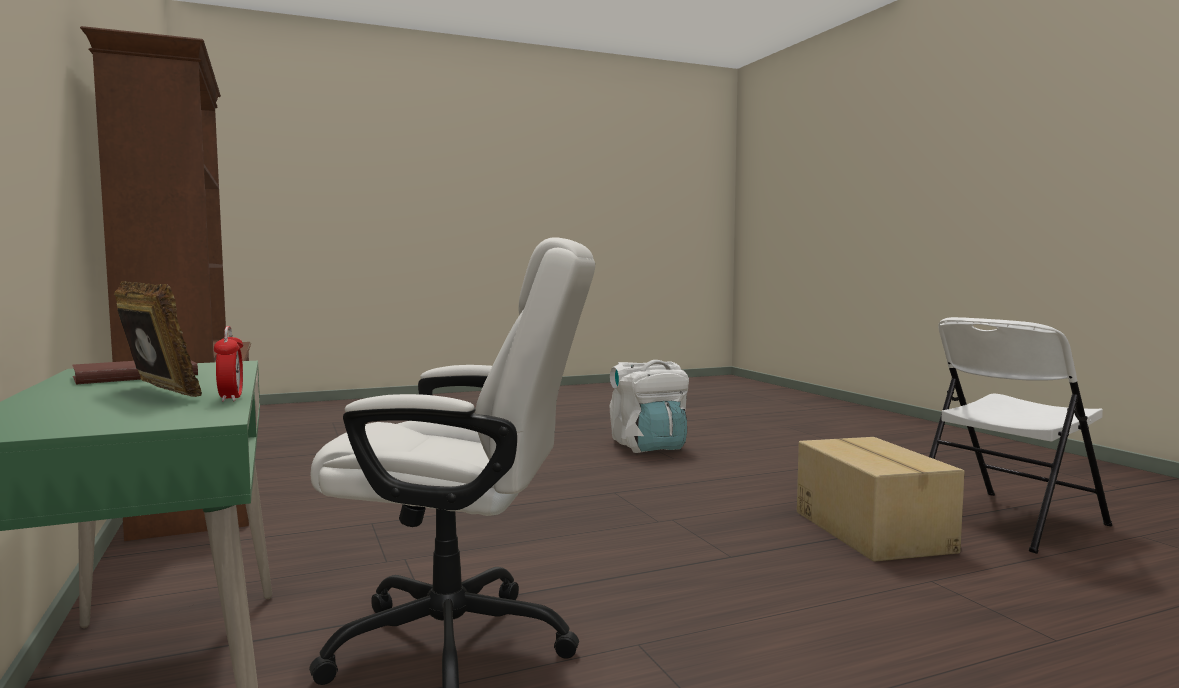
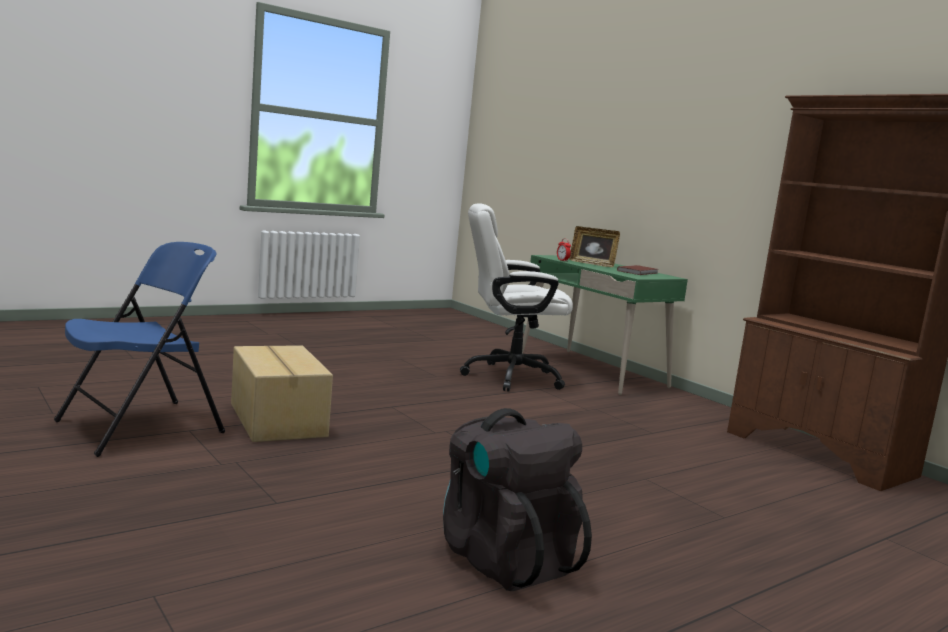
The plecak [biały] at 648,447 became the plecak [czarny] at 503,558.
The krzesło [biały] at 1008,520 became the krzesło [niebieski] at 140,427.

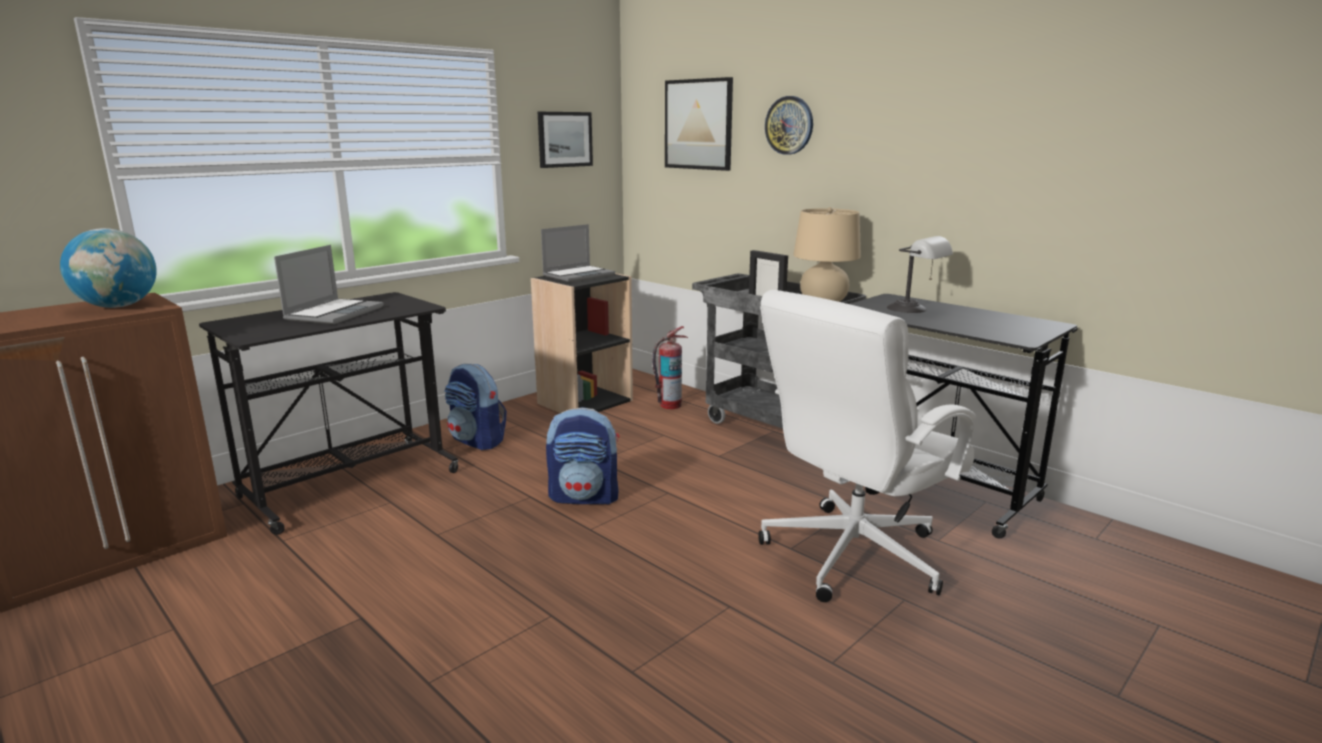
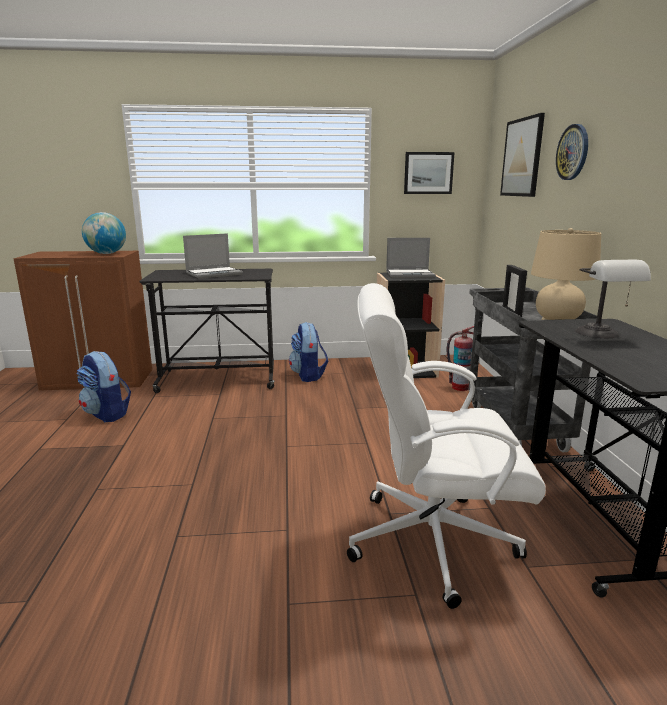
The plecak moved from 585,497 to 107,414.

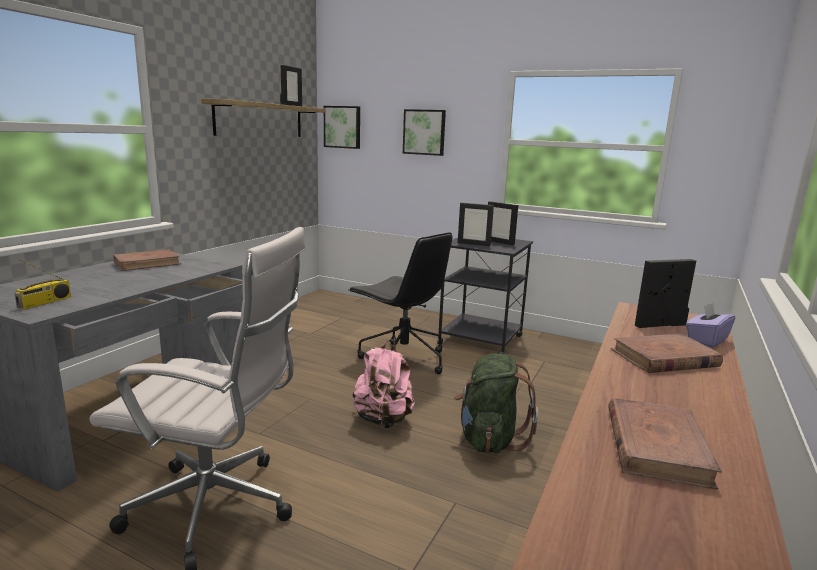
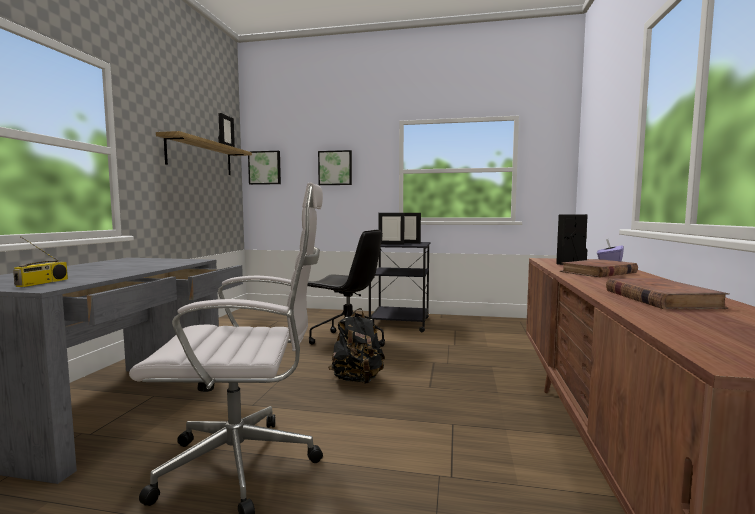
The książka [brązowy] at 147,263 disappeared.
The plecak [różowy] at 383,419 became the plecak [czarny] at 357,380.
The plecak [zielony] at 489,439 disappeared.

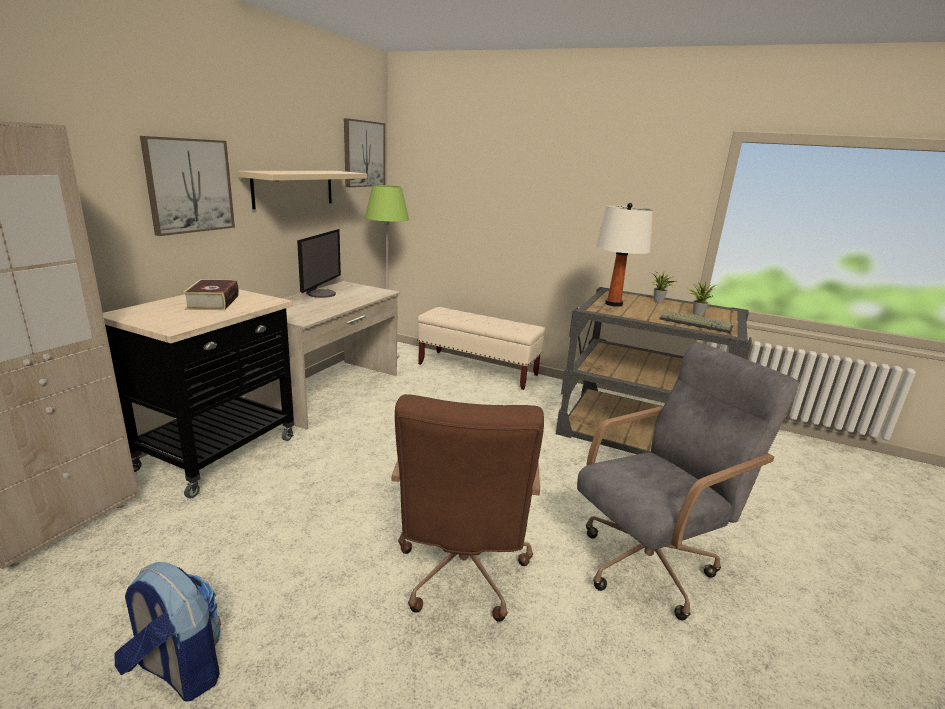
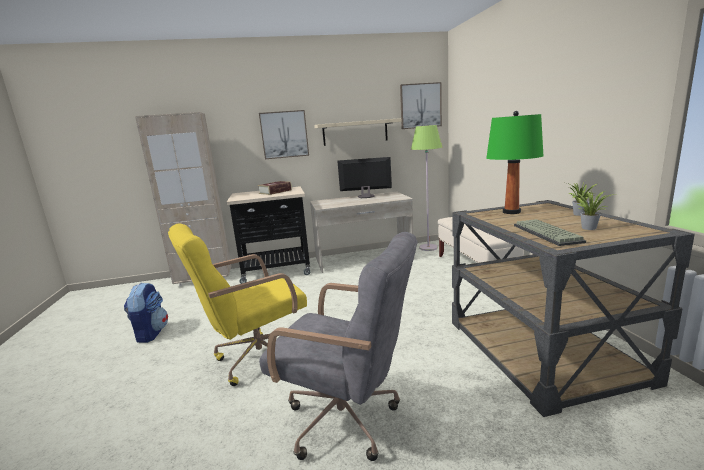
The monitor at 321,294 turned 150 degrees counterclockwise.
The krzesło biurowe [brązowy] at 461,578 became the krzesło biurowe [żółty] at 255,361.
The lampa stołowa [biały] at 613,304 became the lampa stołowa [zielony] at 511,212.

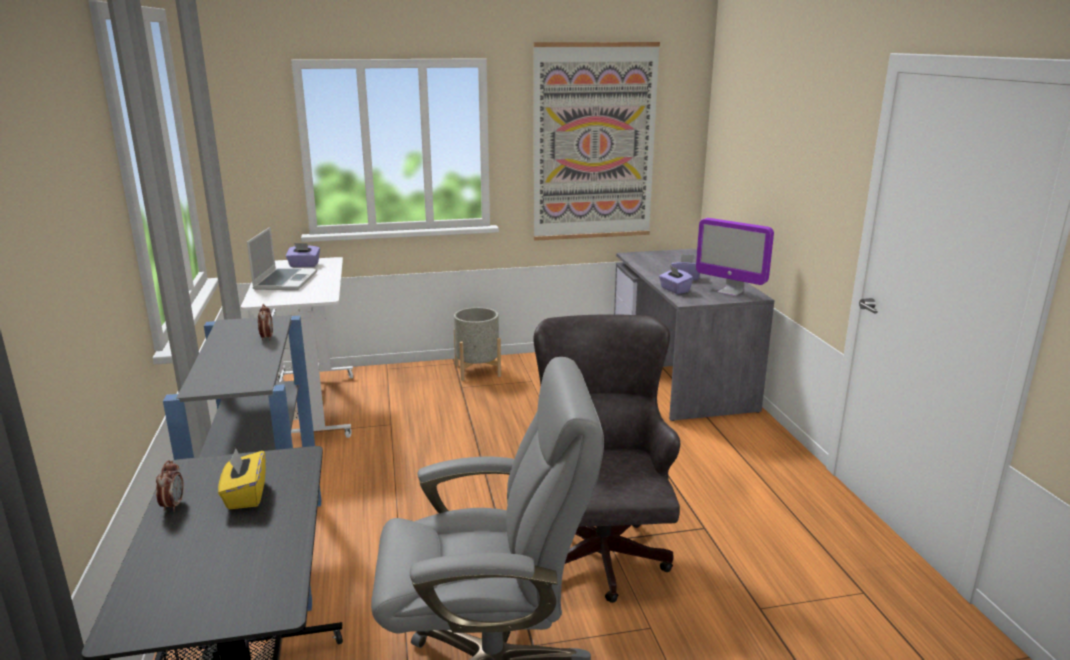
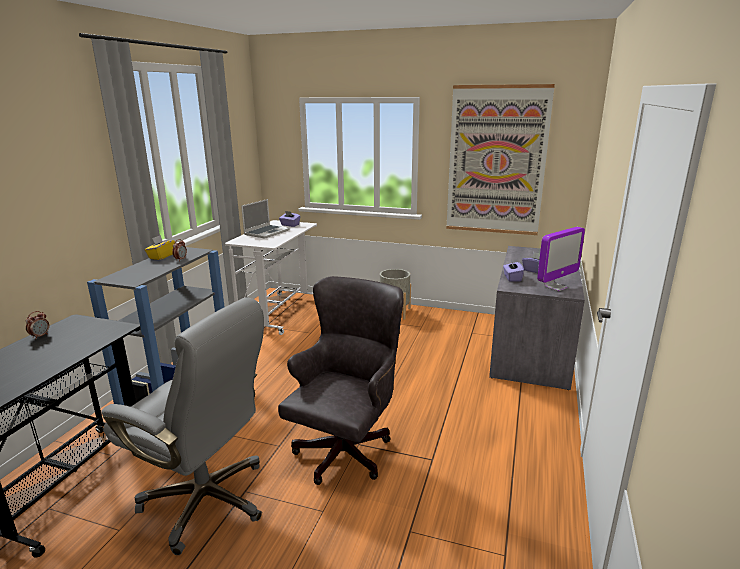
The pudełko chusteczek [żółty] moved from 245,495 to 161,256.
The monitor at 730,292 turned 105 degrees counterclockwise.

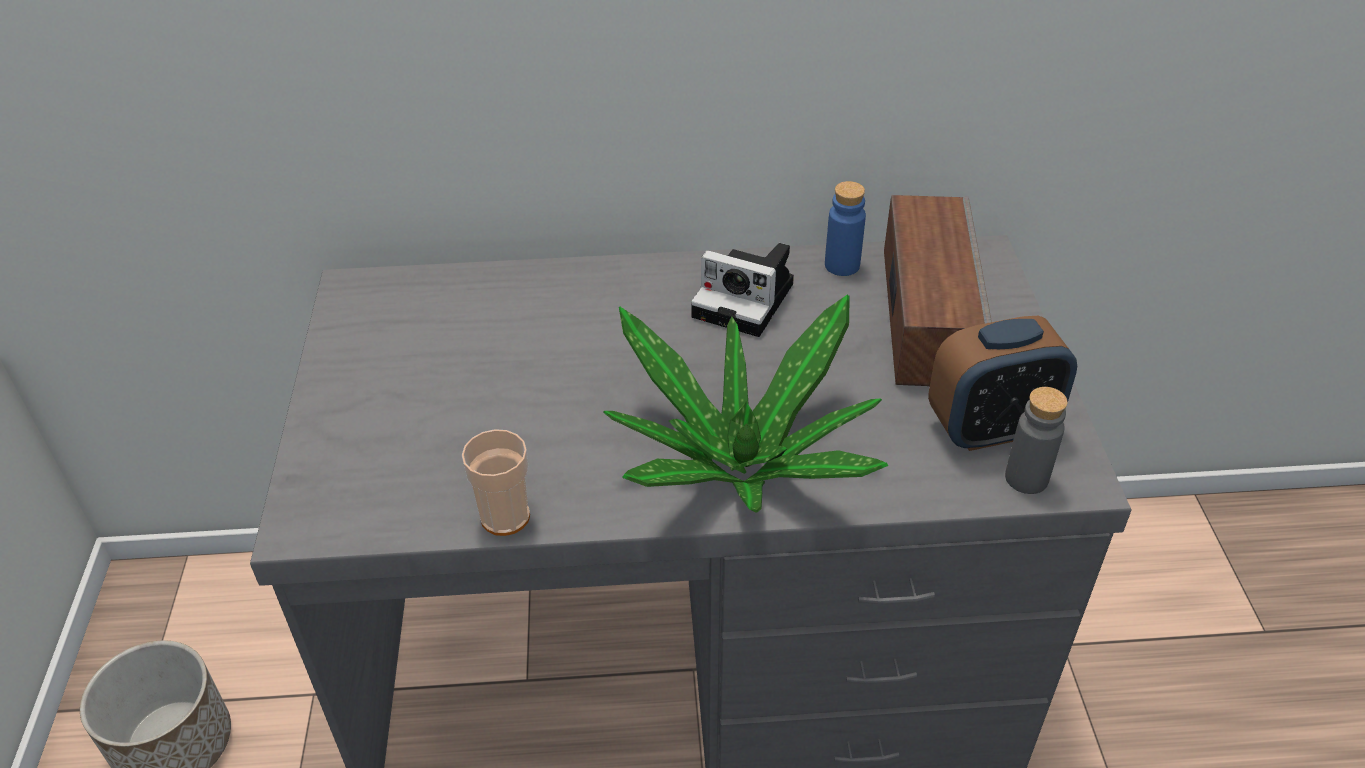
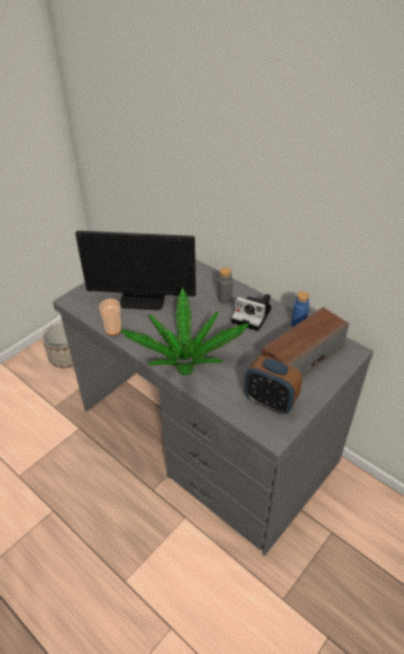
The aparat fotograficzny at 747,300 turned 45 degrees counterclockwise.
The butelka [szary] moved from 1026,478 to 224,299.
The monitor at 142,299 appeared.

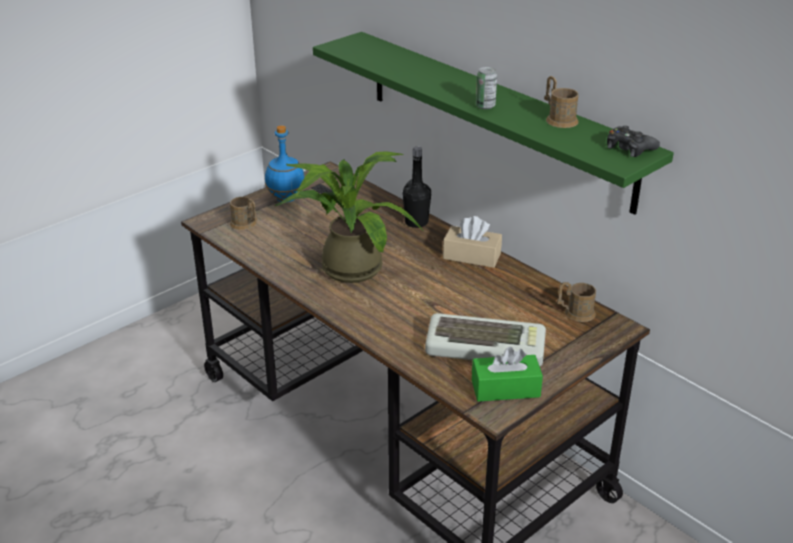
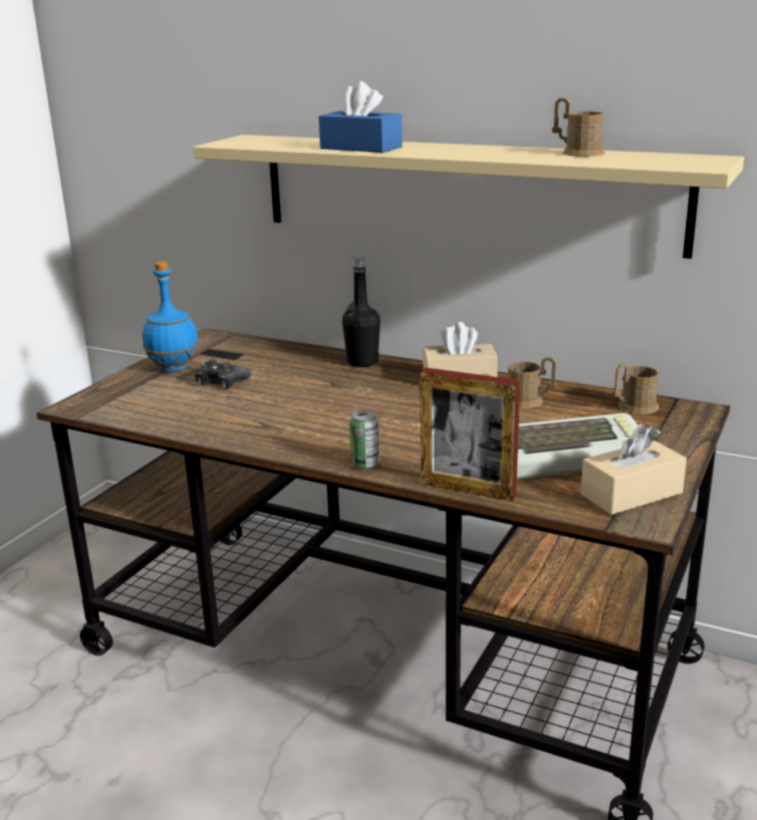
The kubek [brązowy] moved from 245,224 to 529,401.
The roślina doniczkowa at 347,265 disappeared.
The półka [zielony] at 495,117 became the półka [beżowy] at 463,192.
The pudełko chusteczek [zielony] at 505,388 became the pudełko chusteczek [beżowy] at 631,494.
The puszka moved from 485,106 to 365,464.
The pad do gier [czarny] moved from 629,148 to 221,381.
The pudełko chusteczek [niebieski] at 361,148 appeared.
The ramka na zdjęcie at 468,489 appeared.

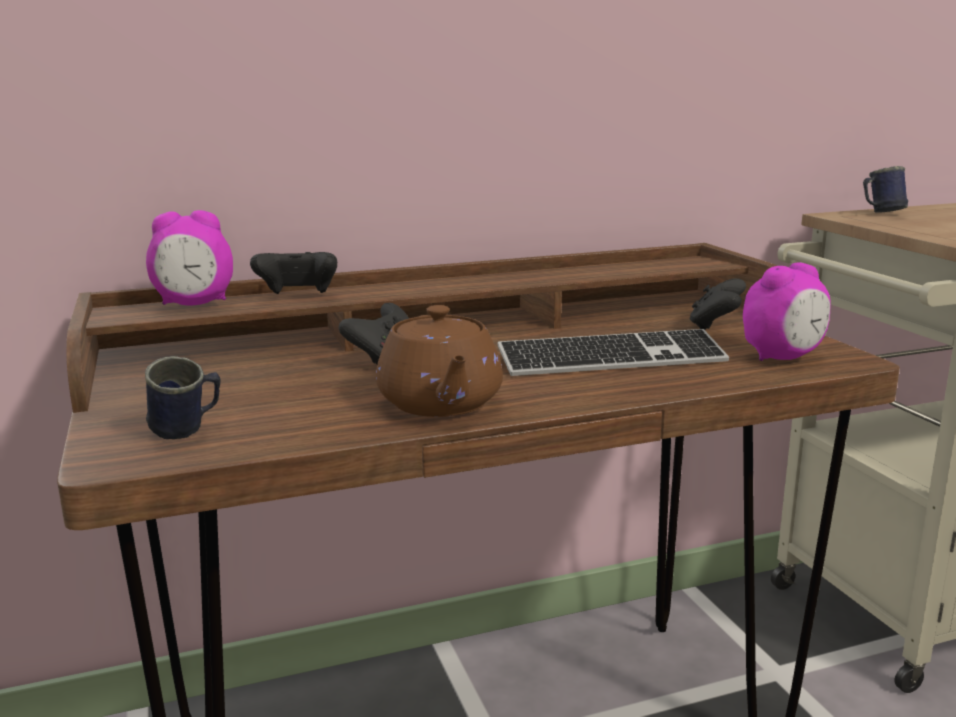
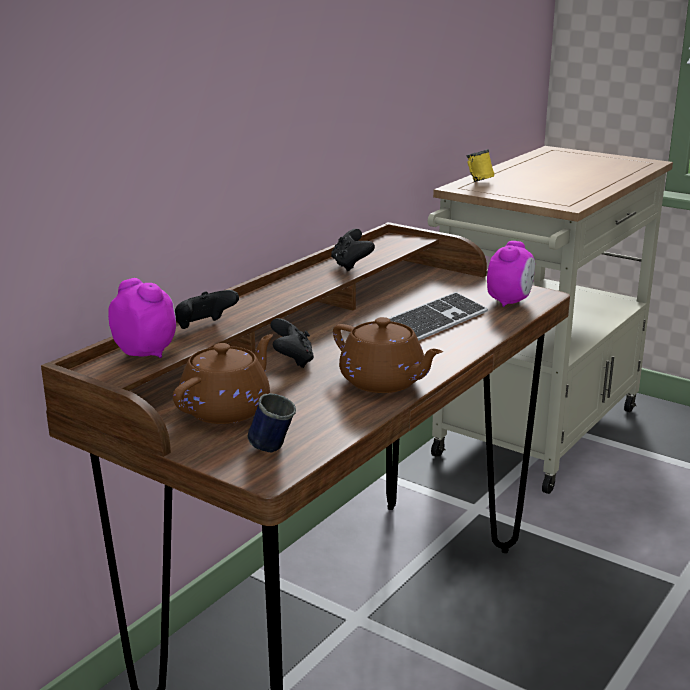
The budzik at 194,304 turned 90 degrees counterclockwise.
The pad do gier [czarny] moved from 715,327 to 351,265.
The kubek [niebieski] at 880,213 became the kubek [żółty] at 477,182.
The imbryk [brązowy] at 227,409 appeared.

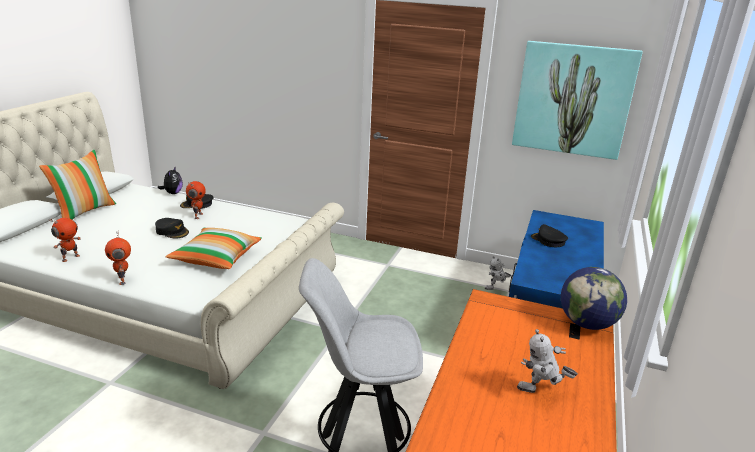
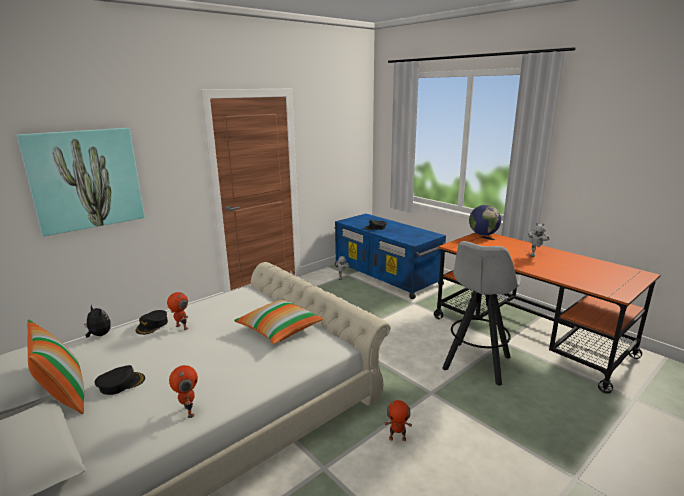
The robot zabawkowy moved from 123,280 to 397,438.
The czapka z daszkiem [czarny] moved from 172,231 to 121,383.
The obraz moved from 573,99 to 86,179.

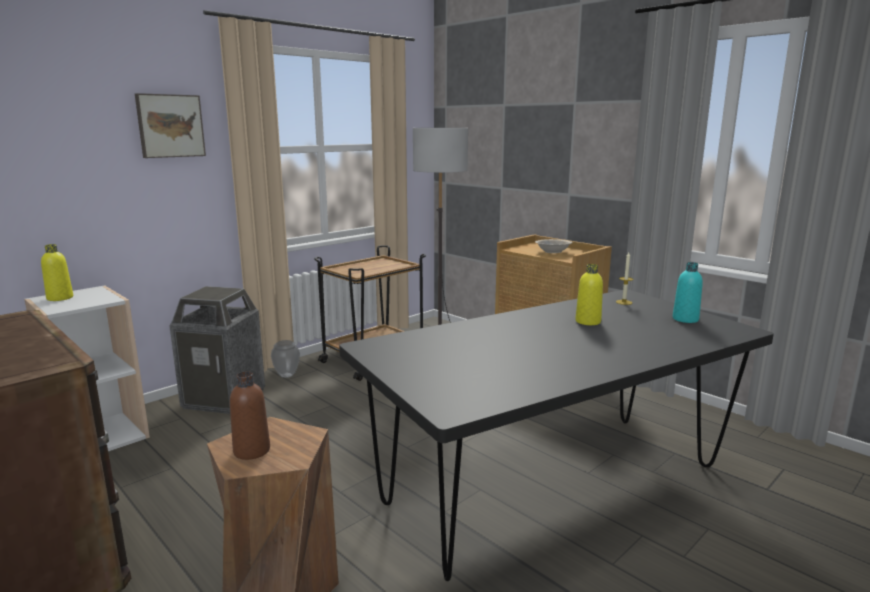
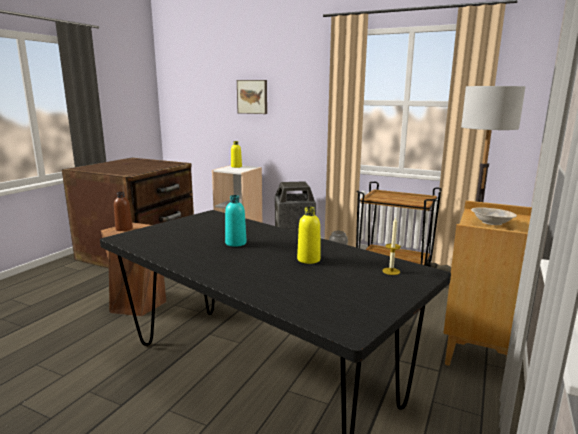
The obraz moved from 170,126 to 252,97.
The butelka [turkusowy] moved from 685,319 to 236,243.

